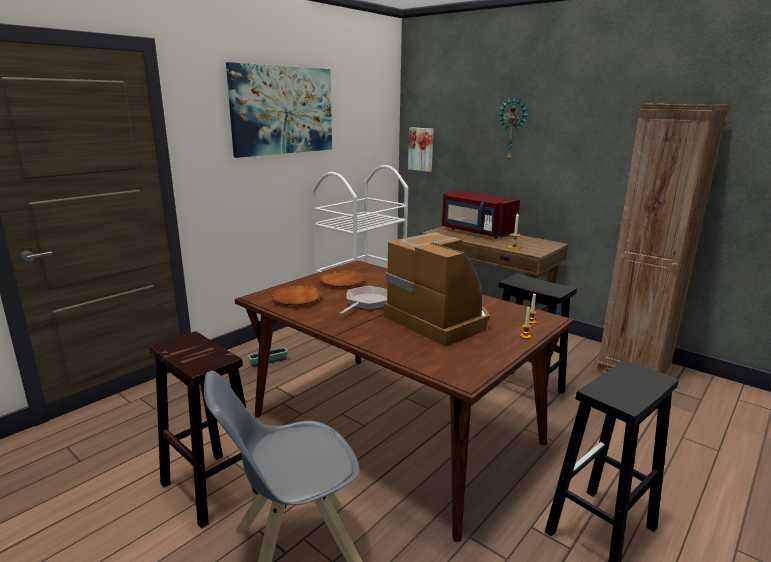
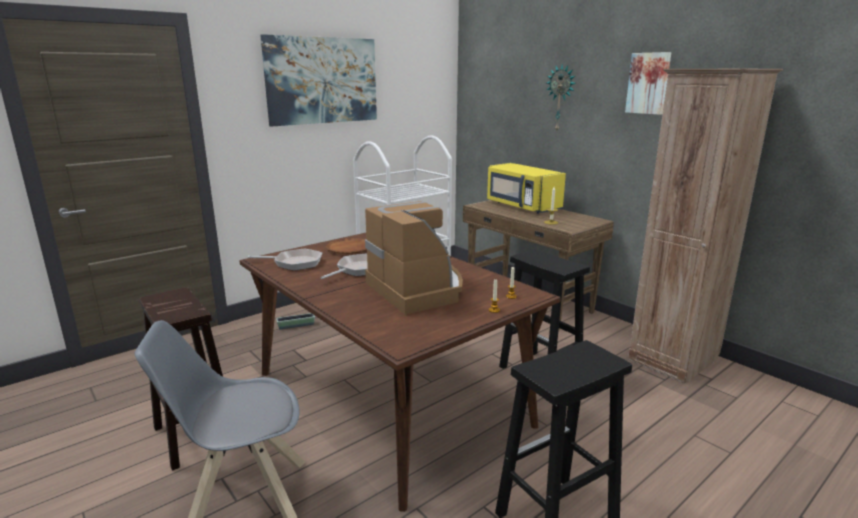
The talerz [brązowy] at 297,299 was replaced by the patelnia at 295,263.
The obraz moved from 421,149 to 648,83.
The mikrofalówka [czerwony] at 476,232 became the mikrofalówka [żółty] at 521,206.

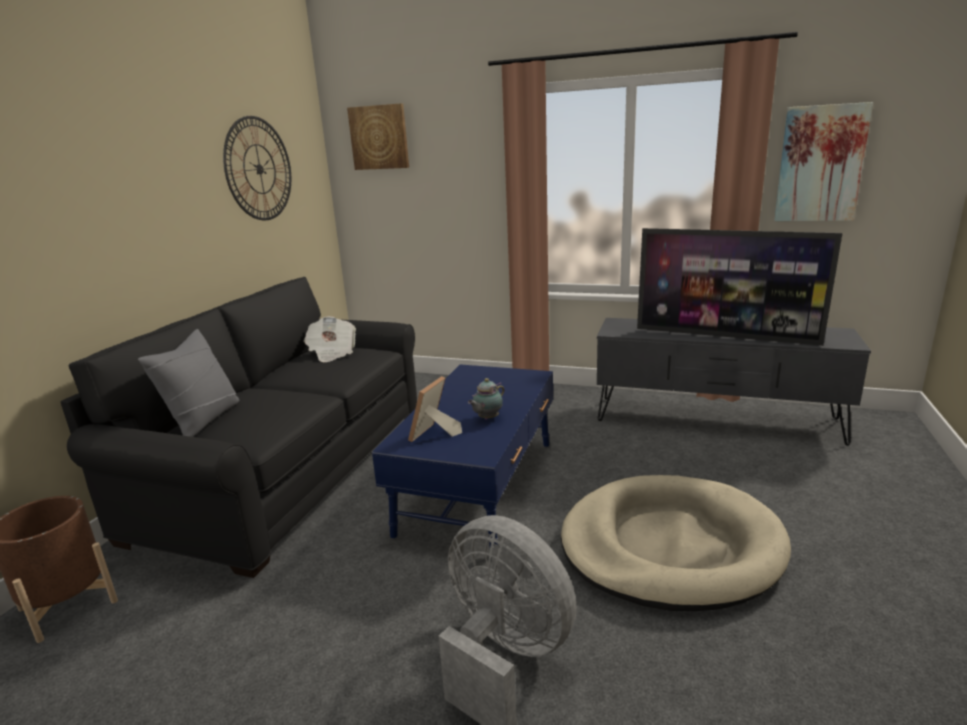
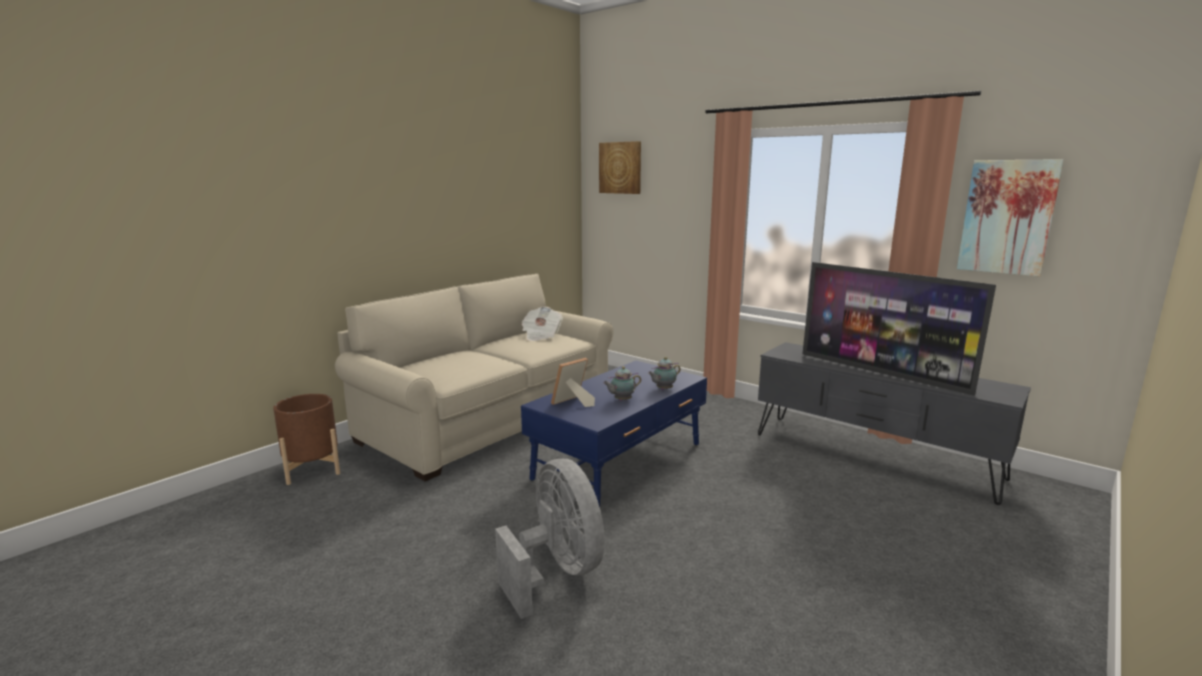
The kanapa [czarny] at 290,470 became the kanapa [beżowy] at 489,420.
The poduszka [szary] at 203,419 disappeared.
The zegar ścienny at 259,169 disappeared.
The legowisko [beżowy] at 669,546 disappeared.
The imbryk at 663,389 appeared.

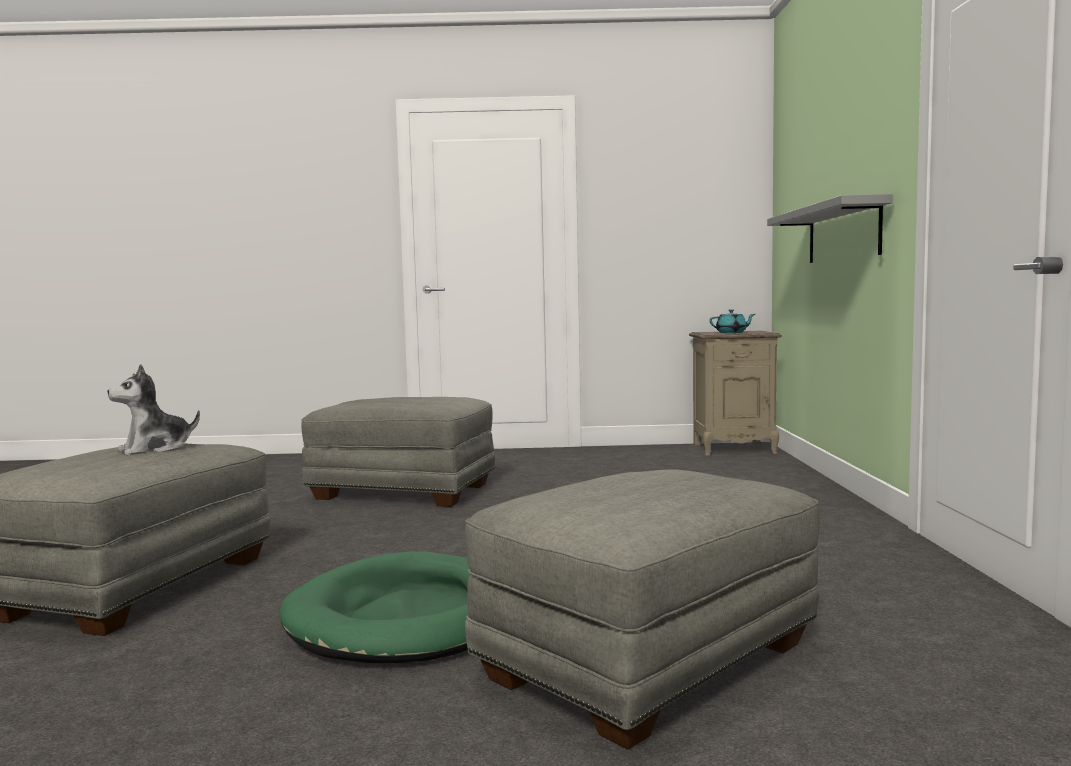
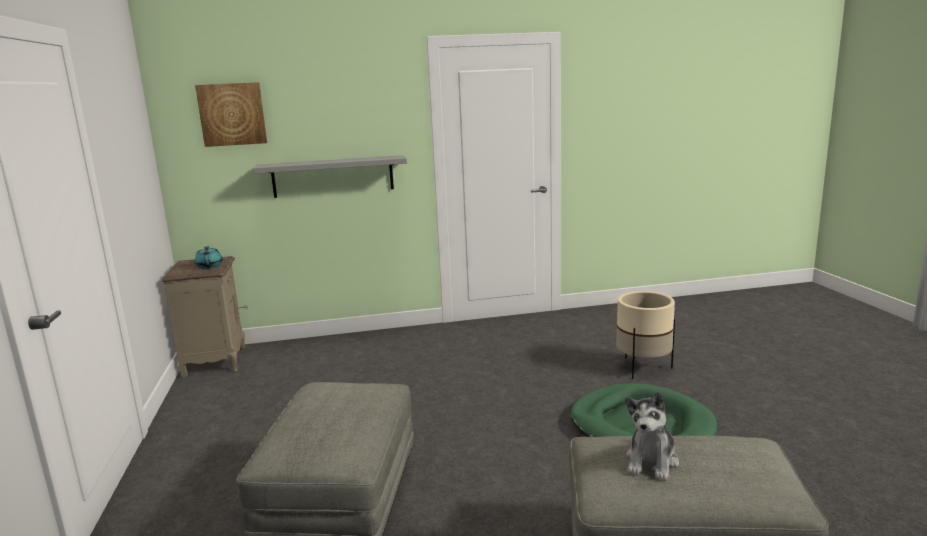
The pluszak at 155,449 turned 75 degrees clockwise.
The pufa [szary] at 650,662 was replaced by the donica [beżowy] at 643,368.
The obraz at 232,114 appeared.

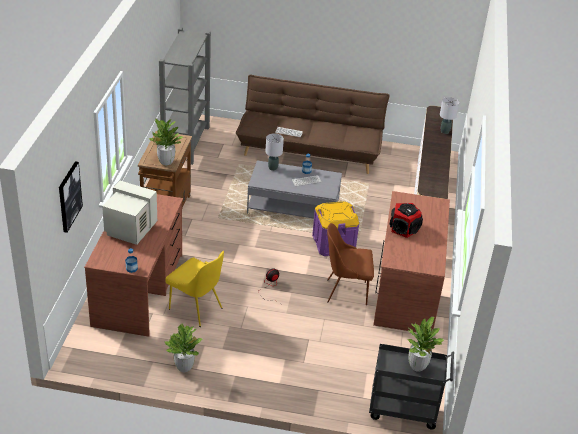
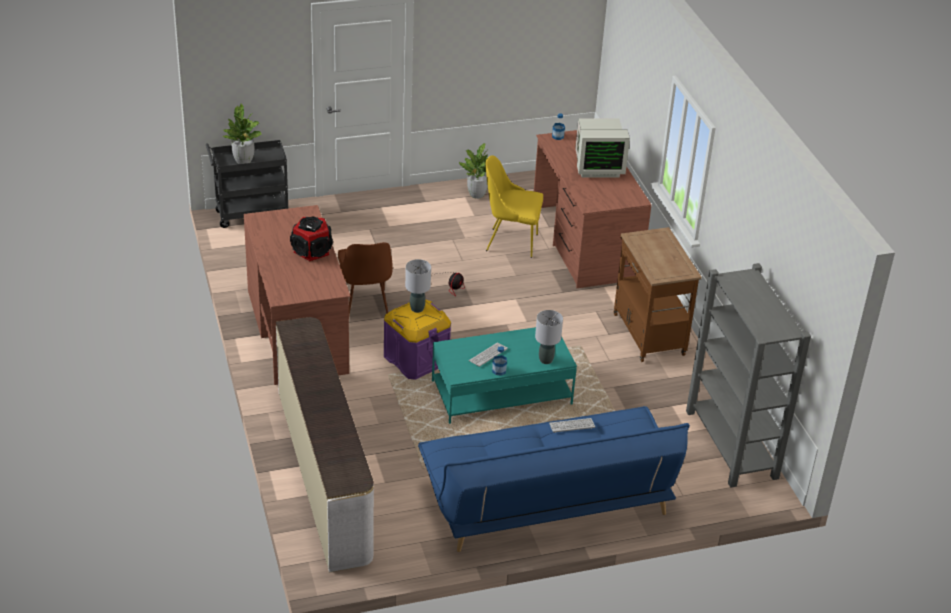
The obraz at 69,196 disappeared.
The roślina doniczkowa at 166,162 disappeared.
The kanapa [brązowy] at 310,150 became the kanapa [niebieski] at 548,500.
The ława [szary] at 293,207 became the ława [turkusowy] at 501,393.
The krzesło [brązowy] at 346,292 turned 105 degrees clockwise.
The lampa stołowa [szary] moved from 445,131 to 417,309.

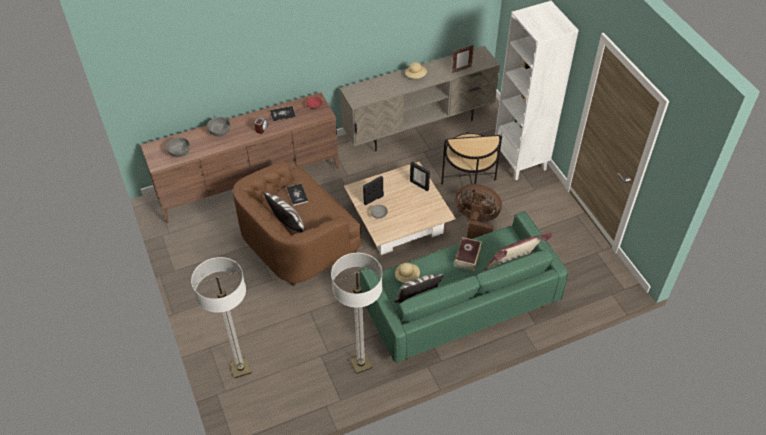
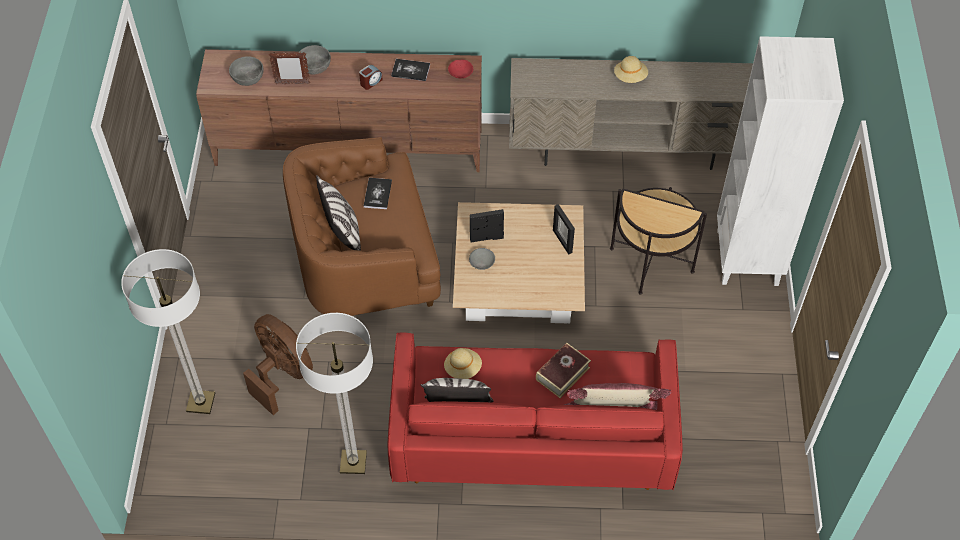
The kanapa [zielony] at 459,304 became the kanapa [czerwony] at 532,435.
The ramka na zdjęcie moved from 461,70 to 292,83.
The wentylator [brązowy] moved from 476,223 to 282,374.

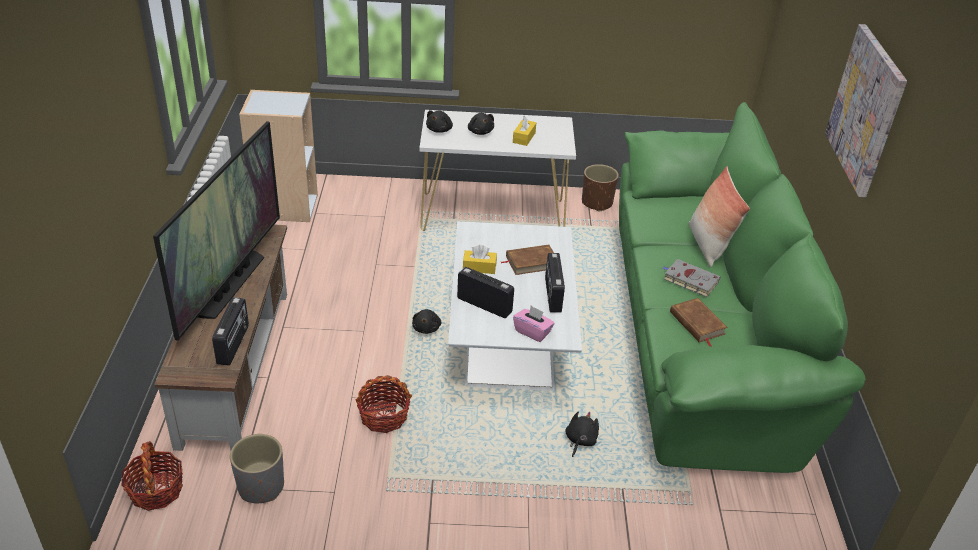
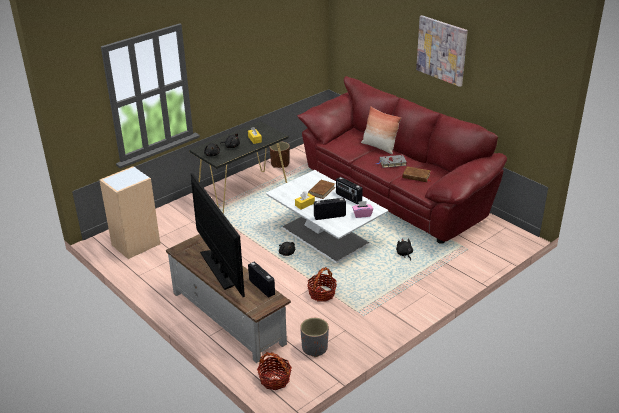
The stolik konsolowy [biały] at 493,215 became the stolik konsolowy [czarny] at 243,193.
The kanapa [zielony] at 696,341 became the kanapa [czerwony] at 394,195.

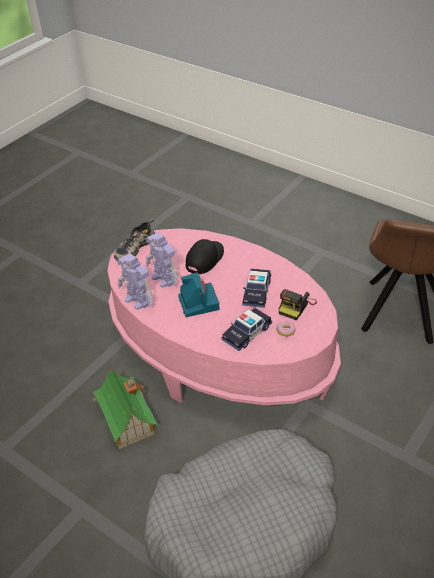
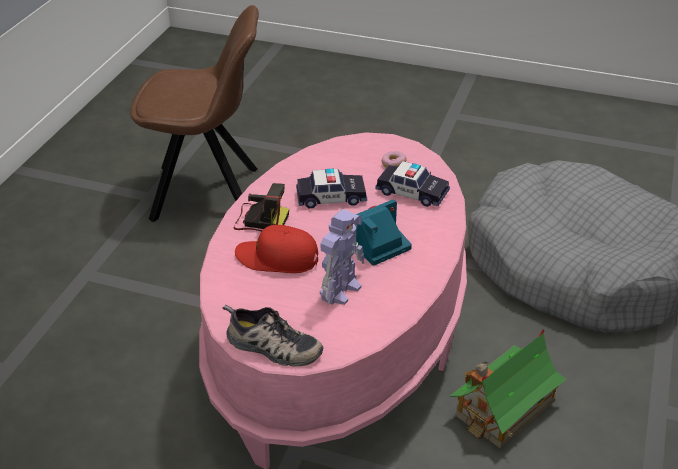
The robot zabawkowy at 138,301 disappeared.
The czapka z daszkiem [czarny] at 205,259 became the czapka z daszkiem [czerwony] at 277,258.
The aparat fotograficzny moved from 296,306 to 260,220.

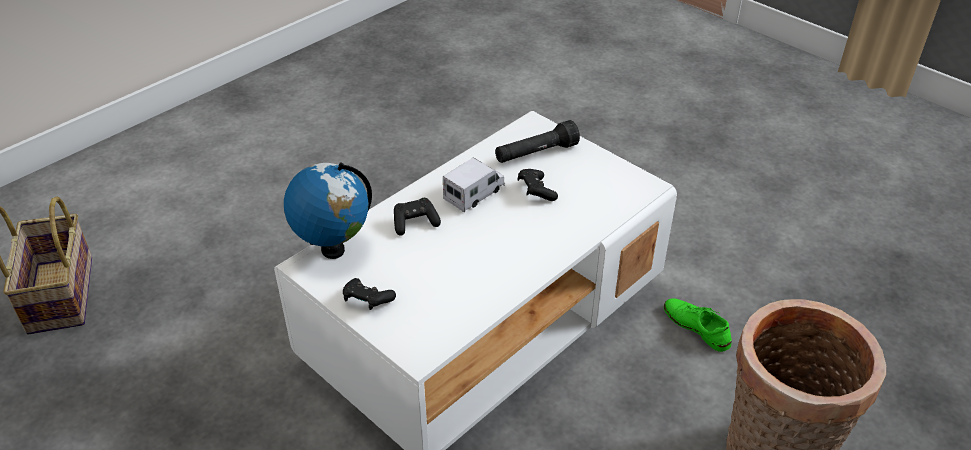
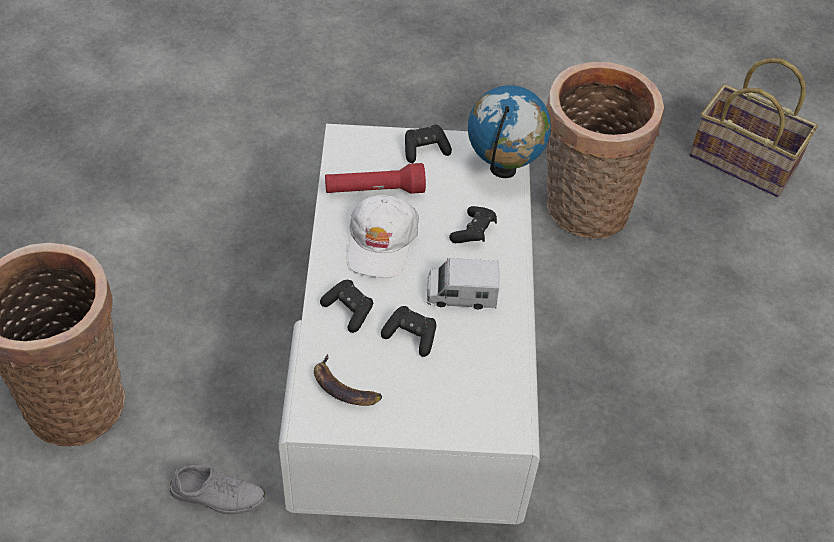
The ciężarówka zabawkowa at 474,194 turned 90 degrees clockwise.
The latarka [czarny] at 536,153 disappeared.
The but [zielony] at 696,327 became the but [szary] at 217,495.
The banan at 343,388 appeared.
The pad do gier [czarny] at 349,310 appeared.
The latarka [czerwony] at 374,191 appeared.
The czapka z daszkiem [biały] at 380,242 appeared.
The koszyk at 581,208 appeared.

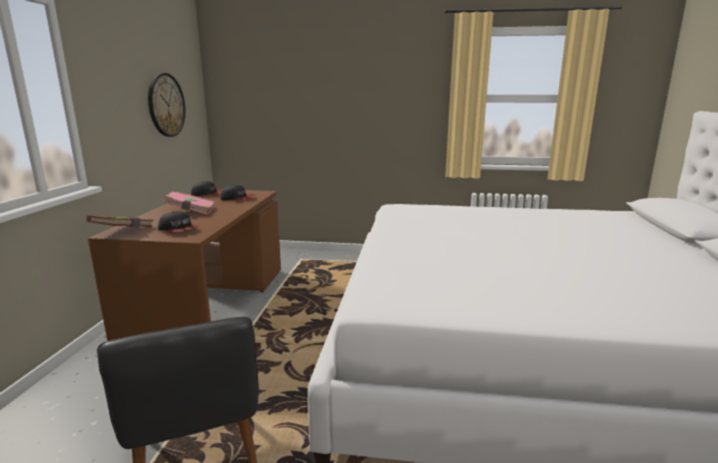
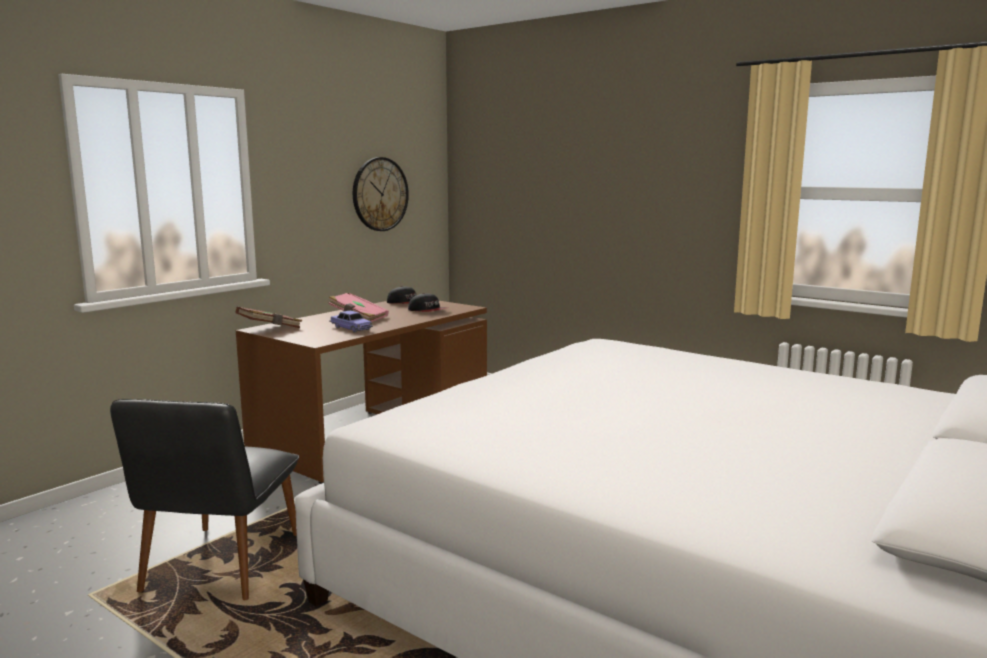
The czapka z daszkiem at 178,229 disappeared.
The samochodzik at 351,328 appeared.

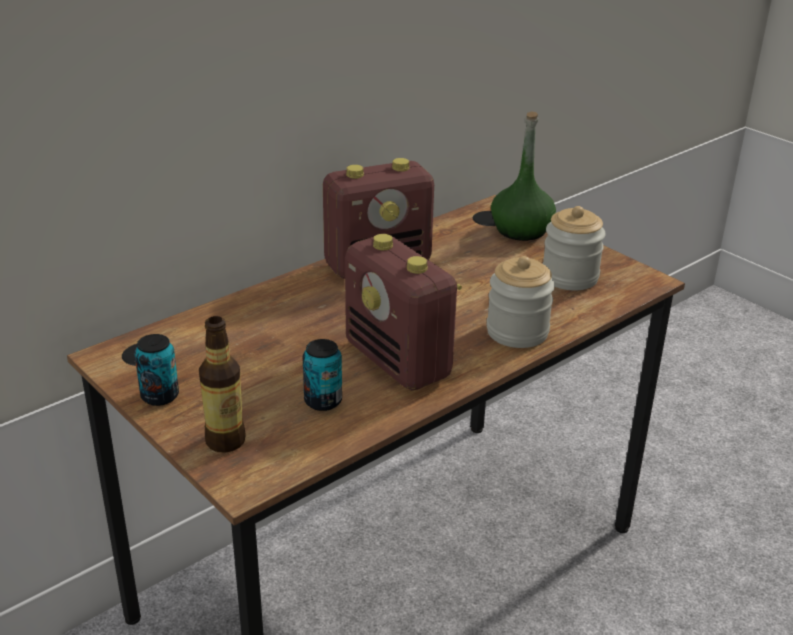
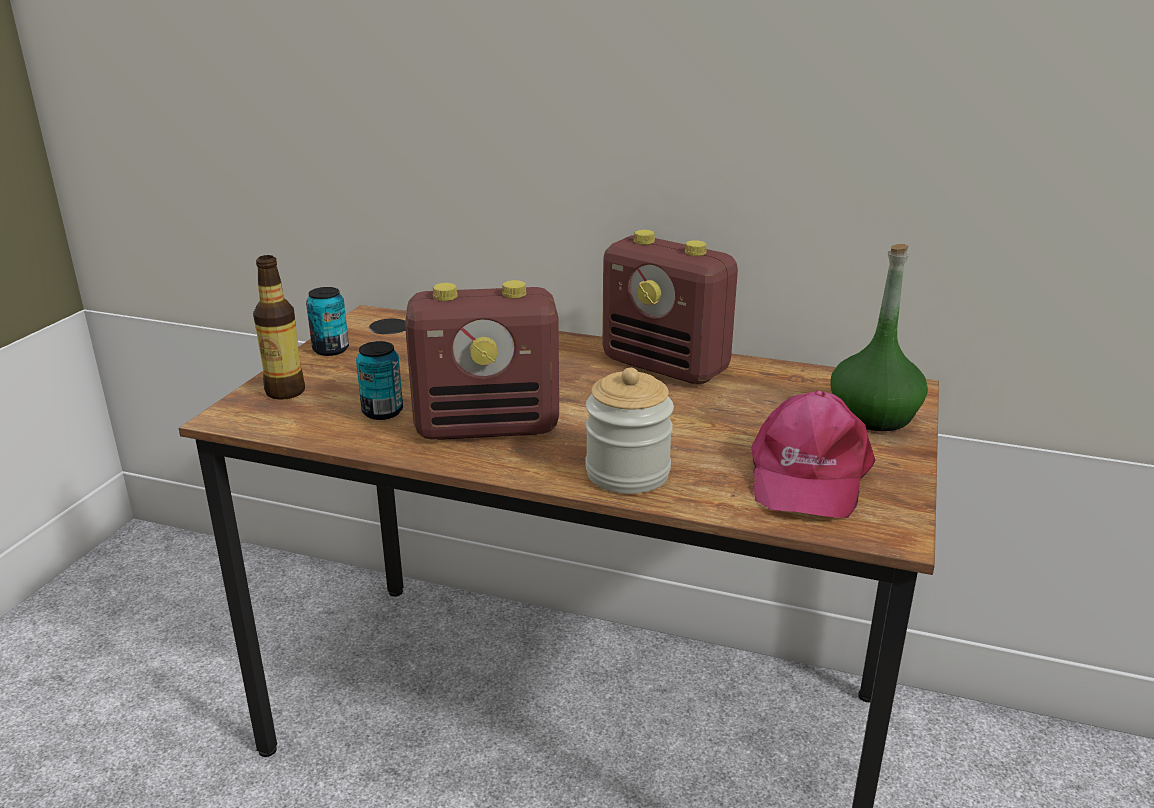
The radio at 399,362 turned 120 degrees counterclockwise.
The słoik at 569,277 was replaced by the czapka z daszkiem [różowy] at 807,474.

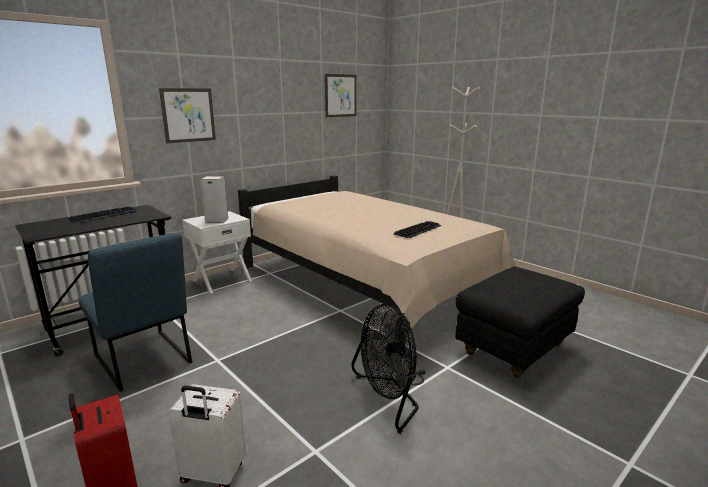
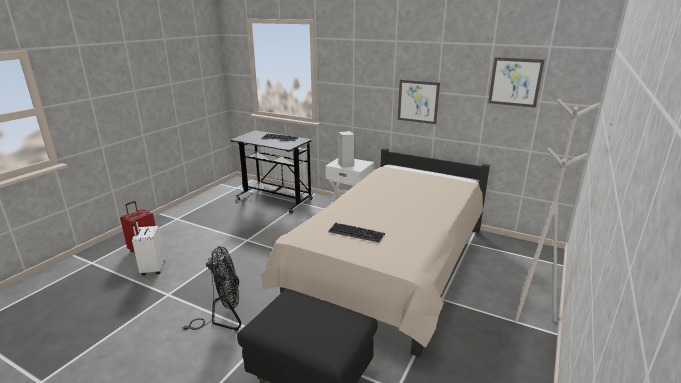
The krzesło [niebieski] at 143,360 disappeared.
The obraz moved from 188,115 to 418,101.
The wentylator [czarny] at 392,395 turned 120 degrees clockwise.

